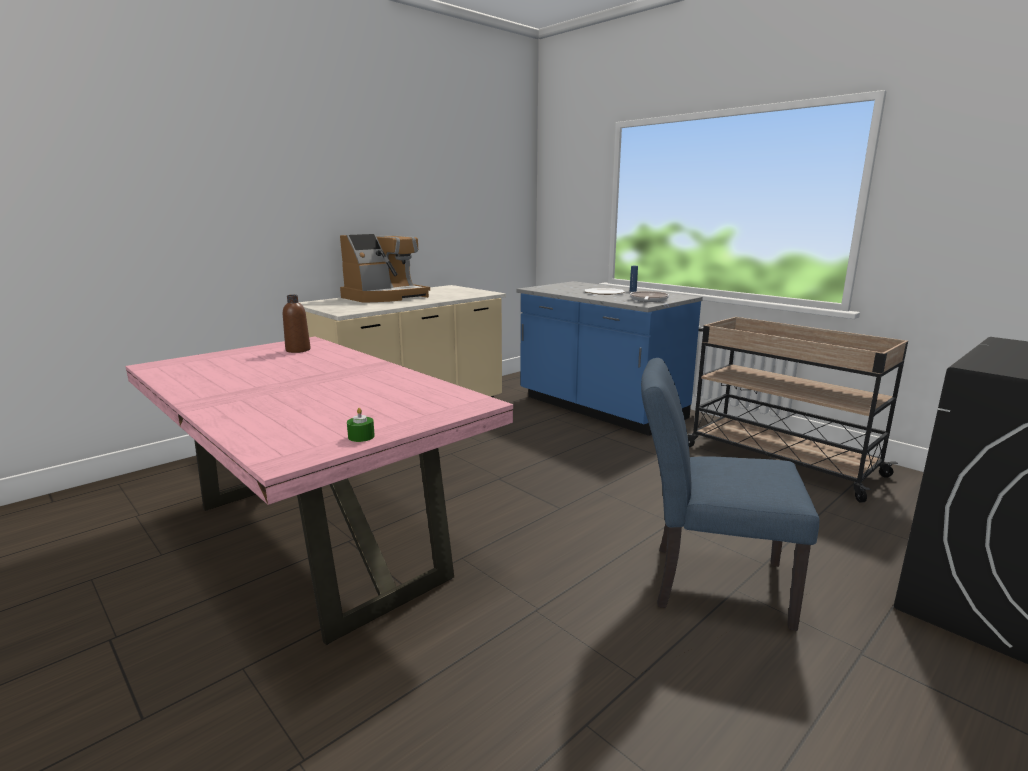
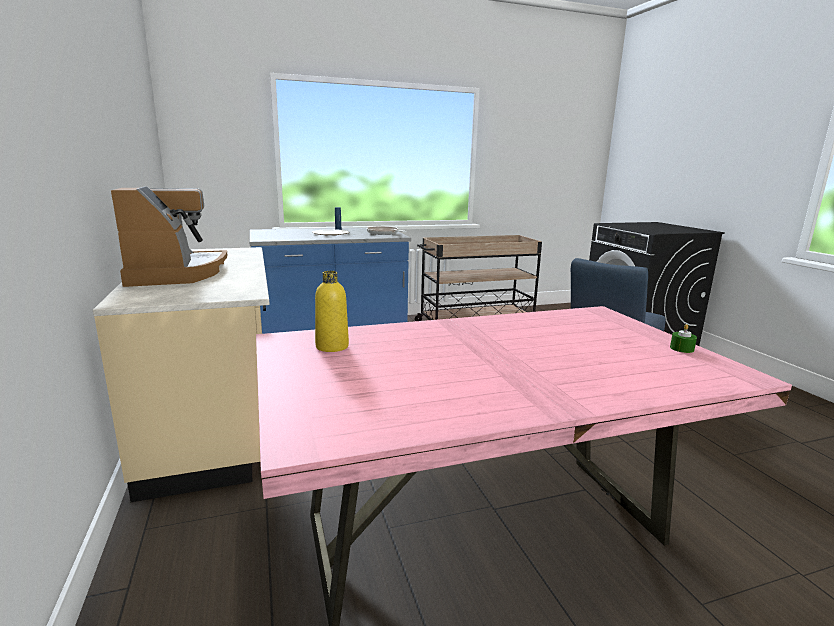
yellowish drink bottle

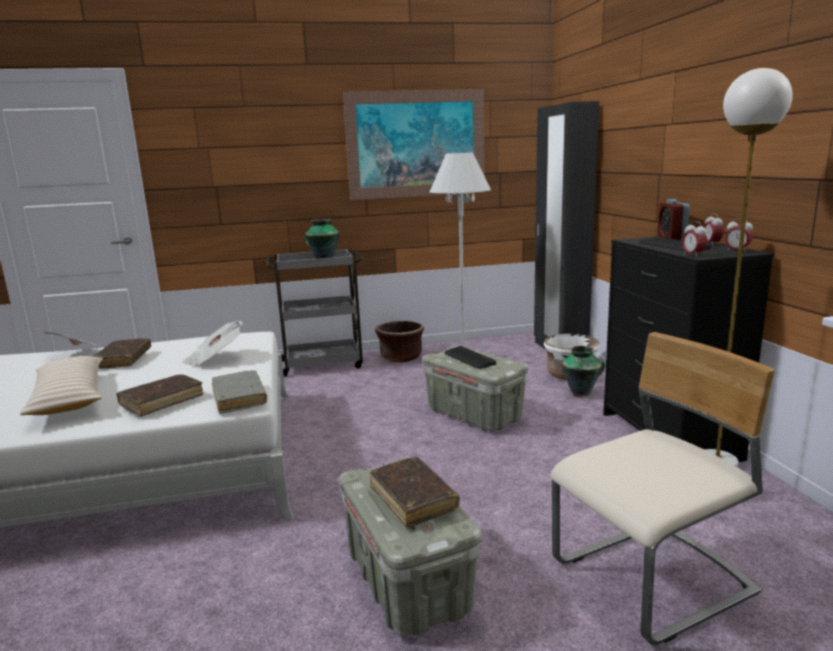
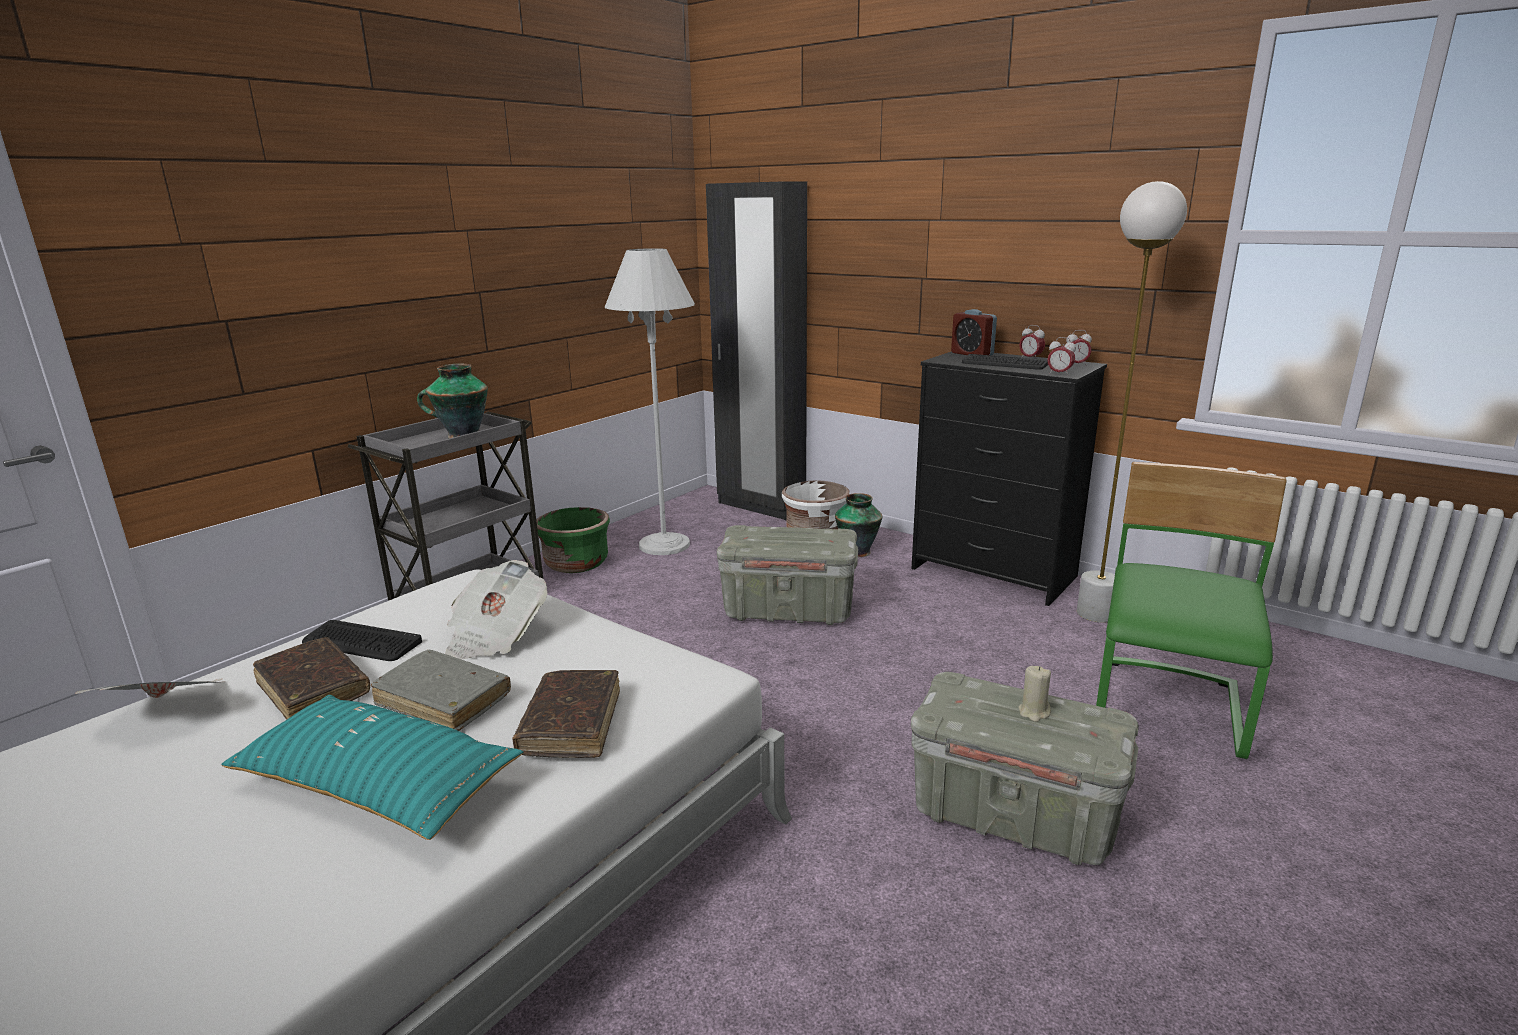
turquoise throw pillow; greyish book; wall picture; beige candle; green planter; PC keyboard (no. 1 from left); green chair

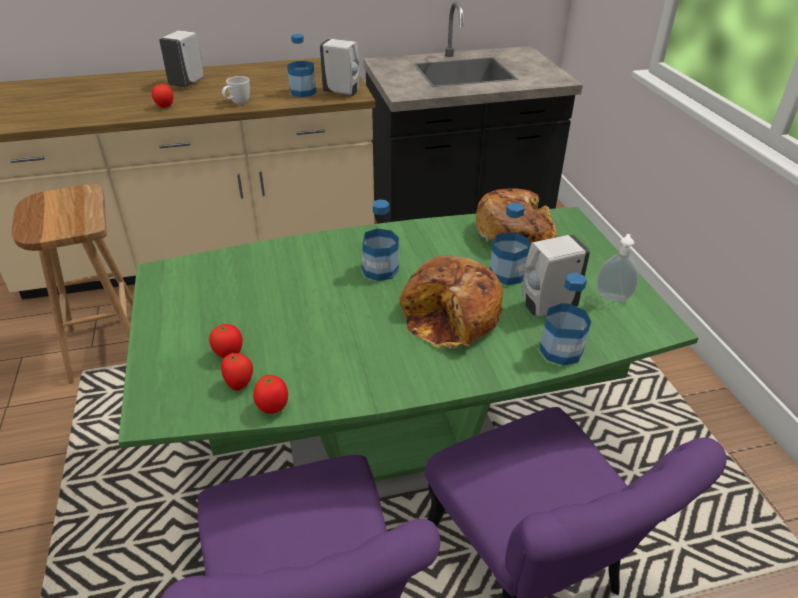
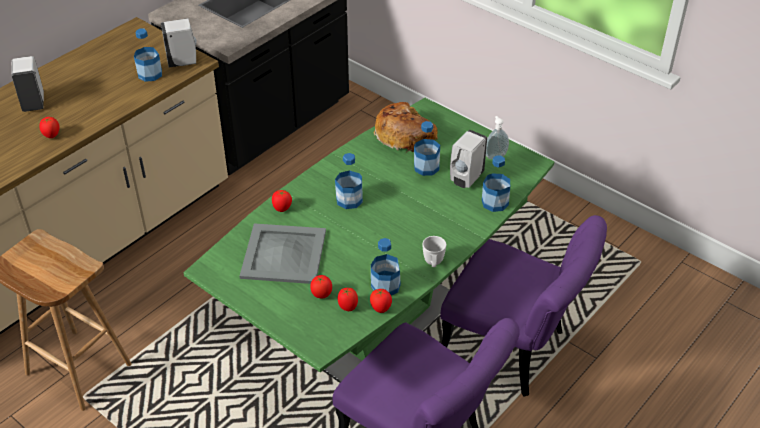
white tea mug; bakery bread (no. 1 from left in the first image); greyish serving tray; whole tomato (no. 2 from left); drink bottle (no. 3 from left)

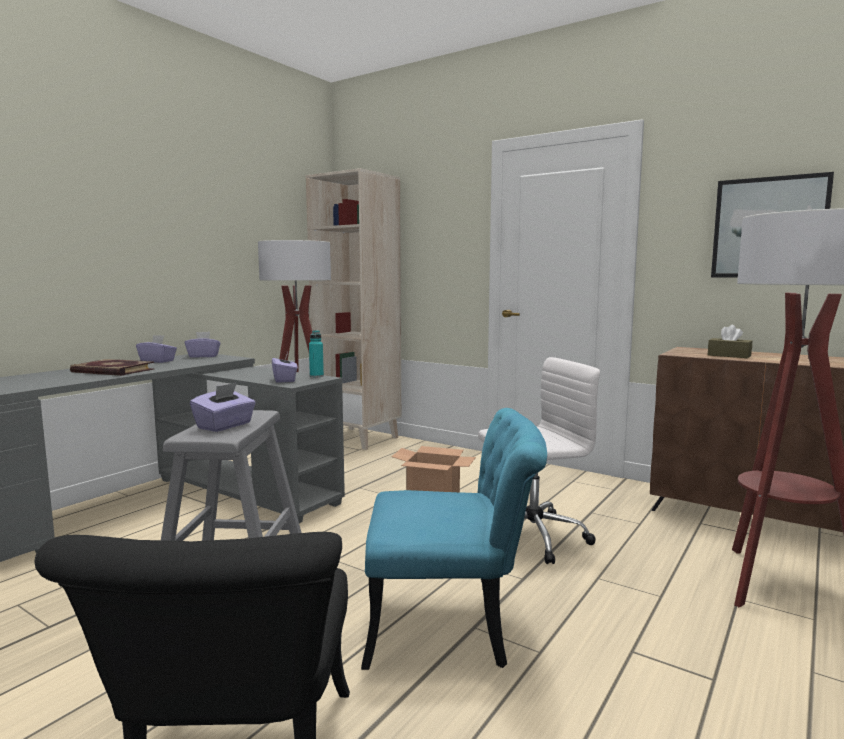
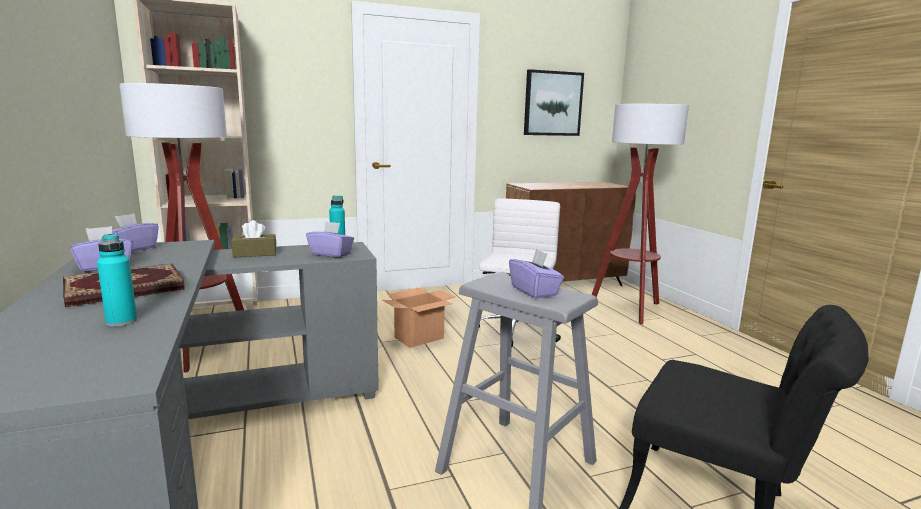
turquoise chair; brown box of tissues; turquoise drink bottle (no. 1 from left)

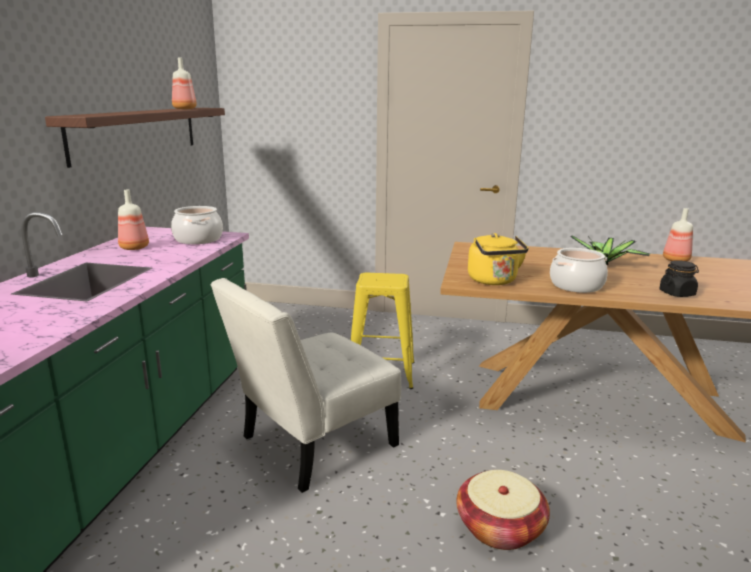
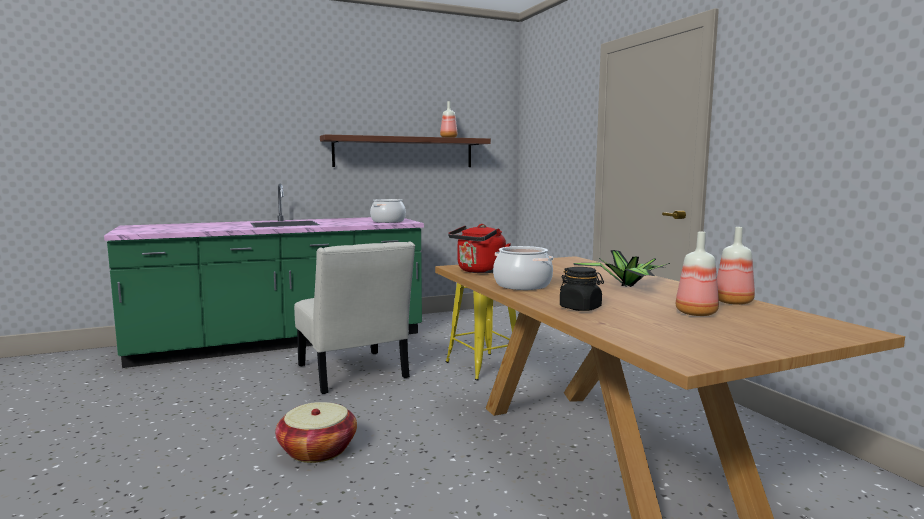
drink bottle (no. 2 from left); white chair; reddish tea kettle

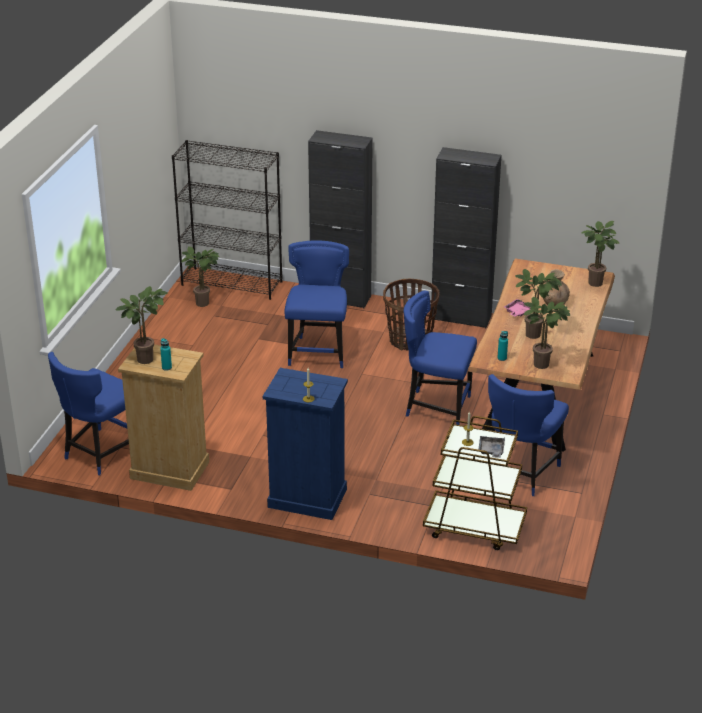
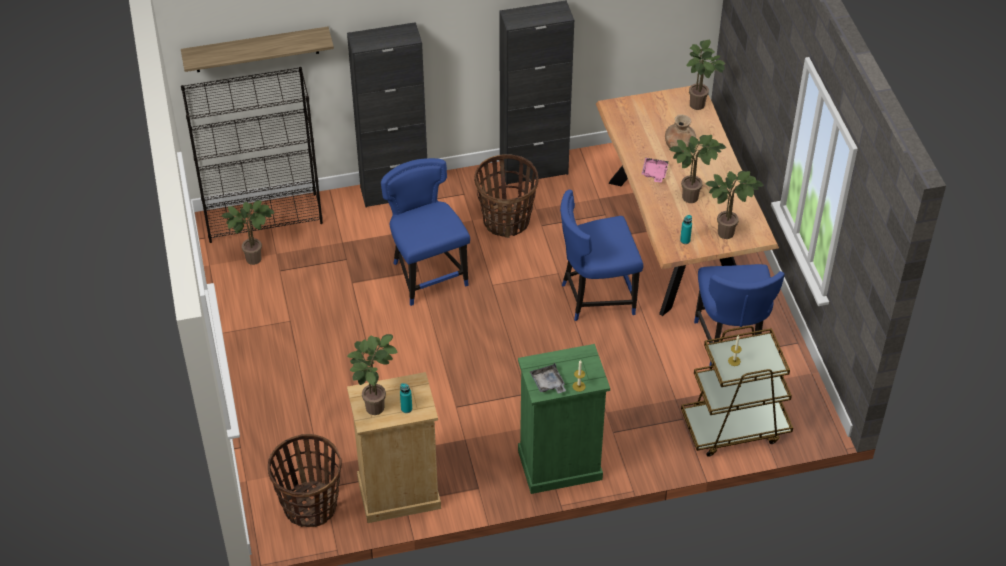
household basket (no. 1 from left); green chest of drawers; greyish serving tray; wall shelf

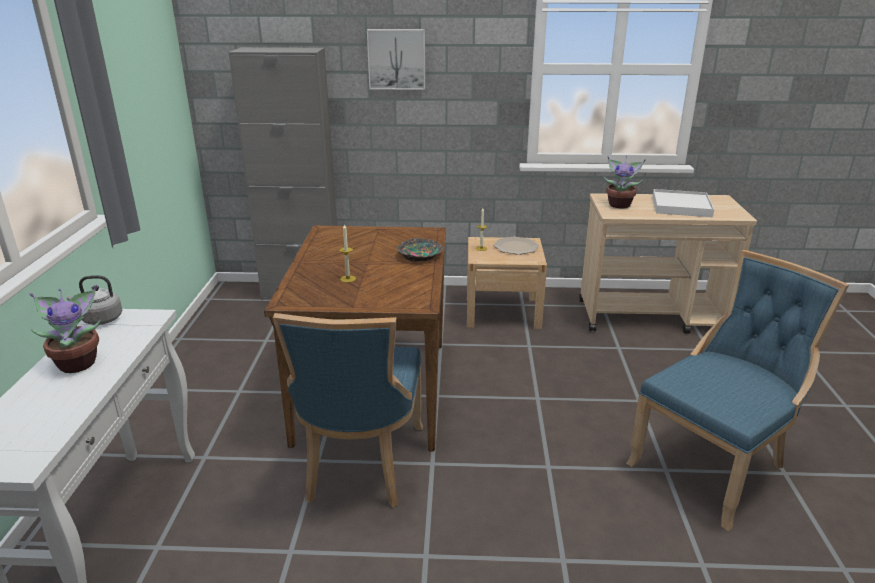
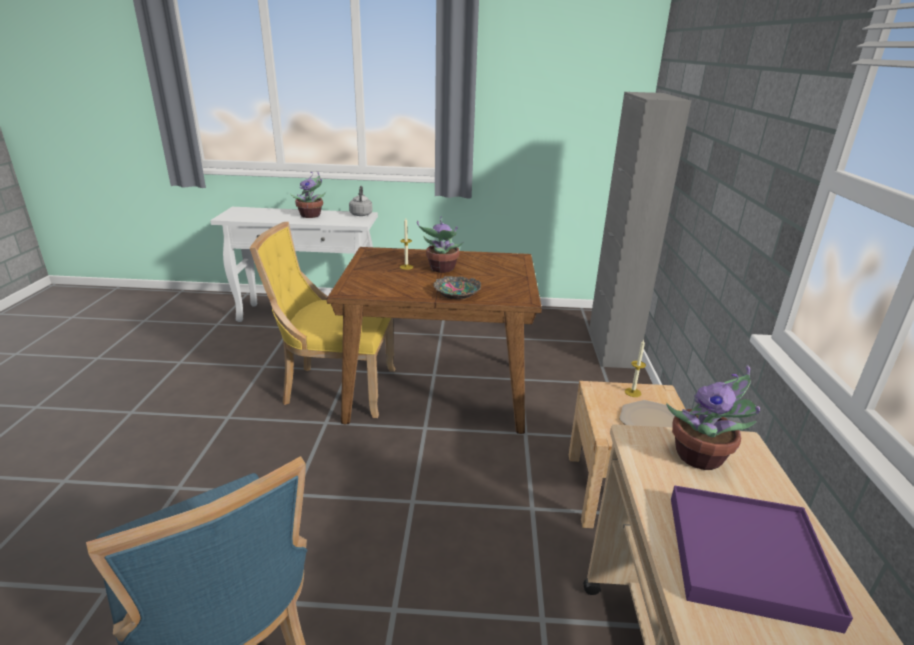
yellowish chair; wall picture; purplish serving tray; houseplant (no. 2 from left)

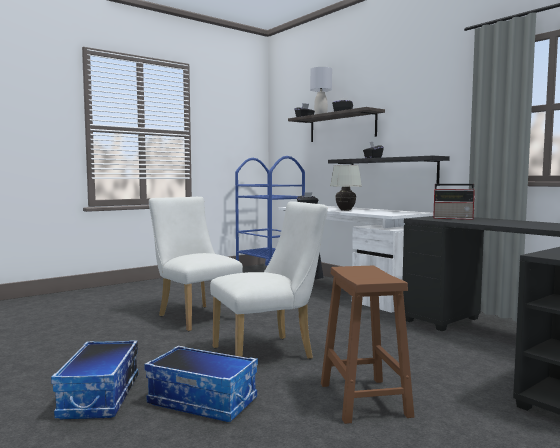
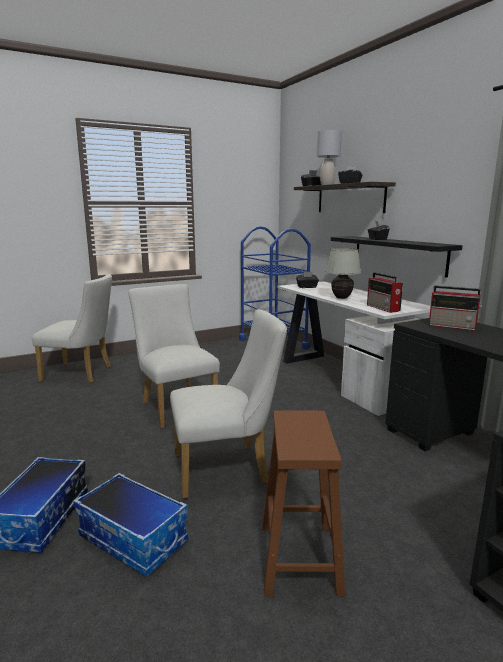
white chair (no. 1 from left); radio set (no. 1 from left)

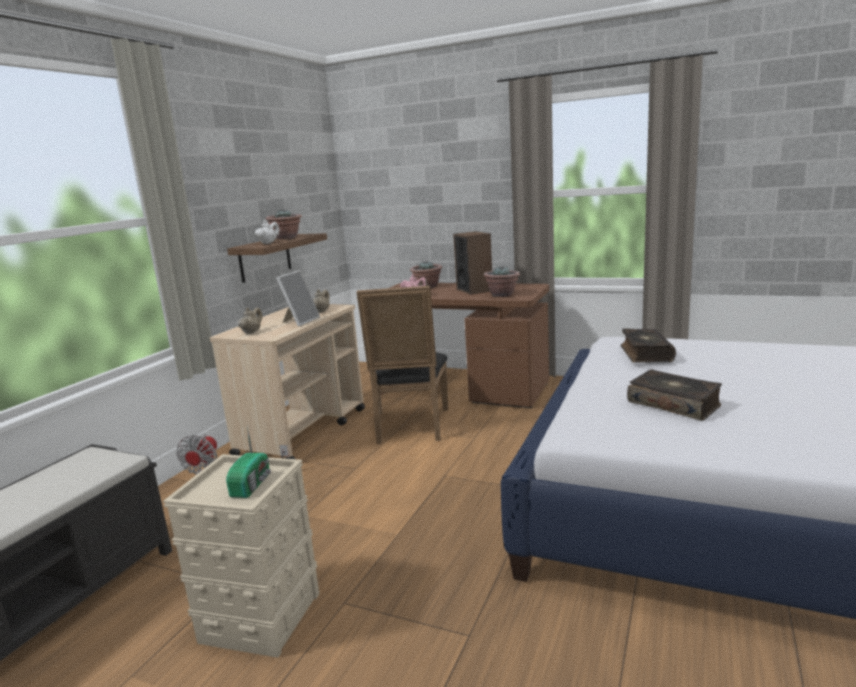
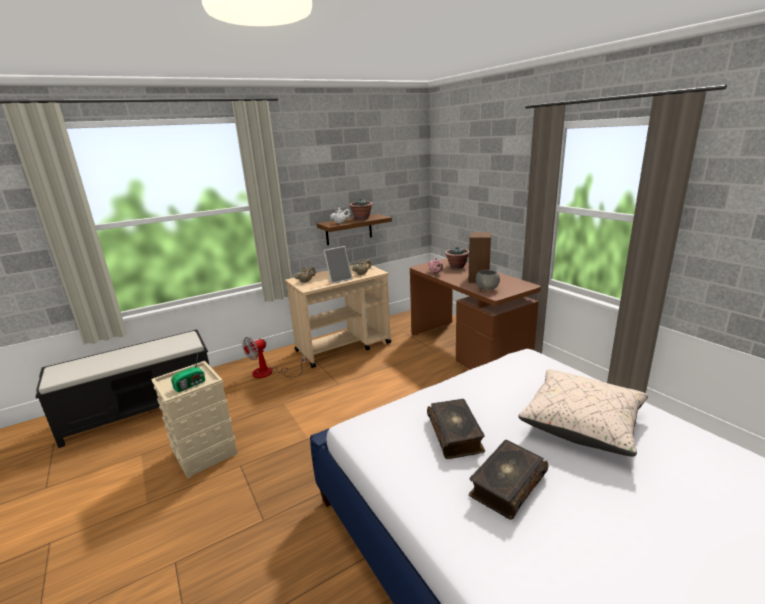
black chair; greyish deep dish; book (no. 2 from left); beige throw pillow

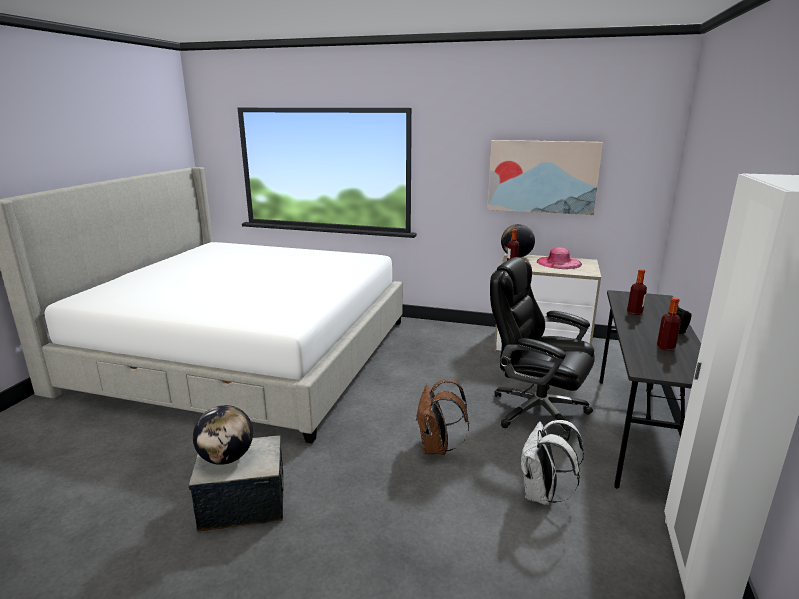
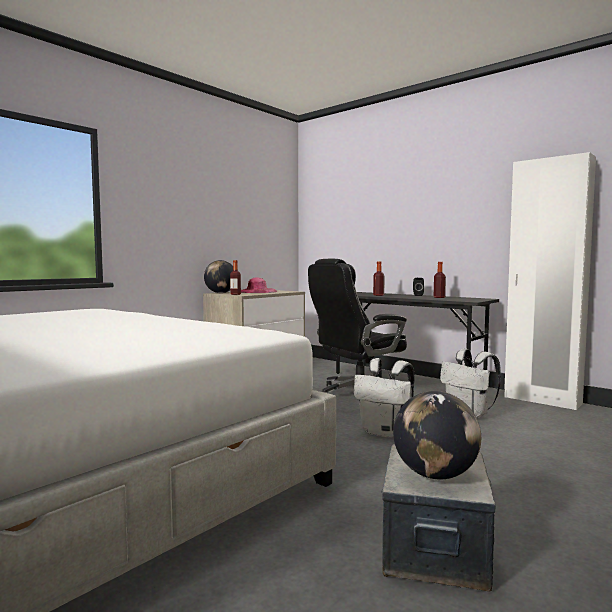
white backpack (no. 1 from left); wall picture

